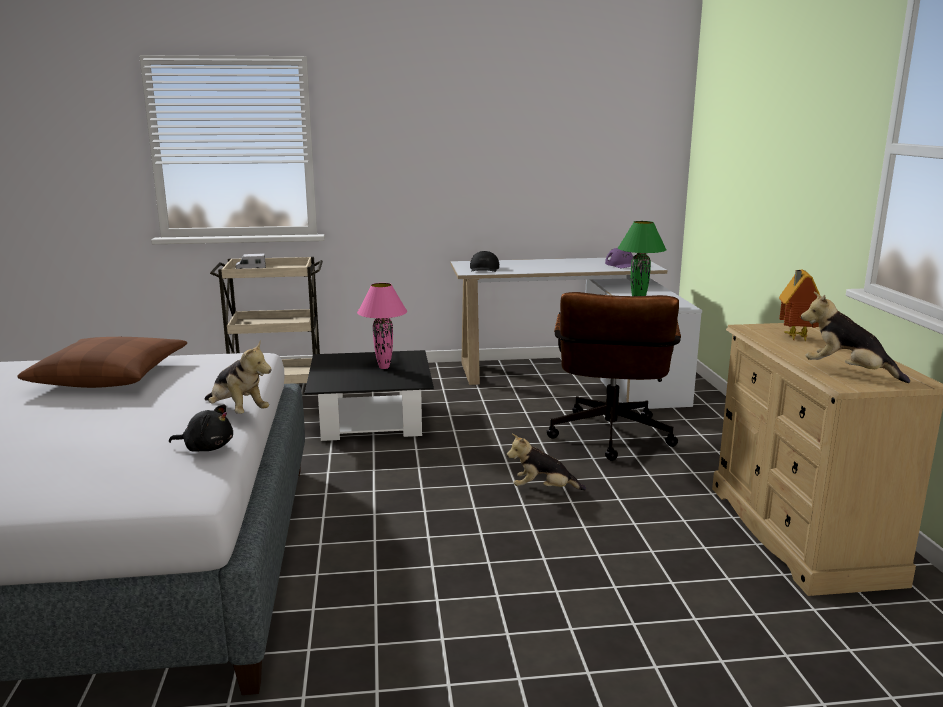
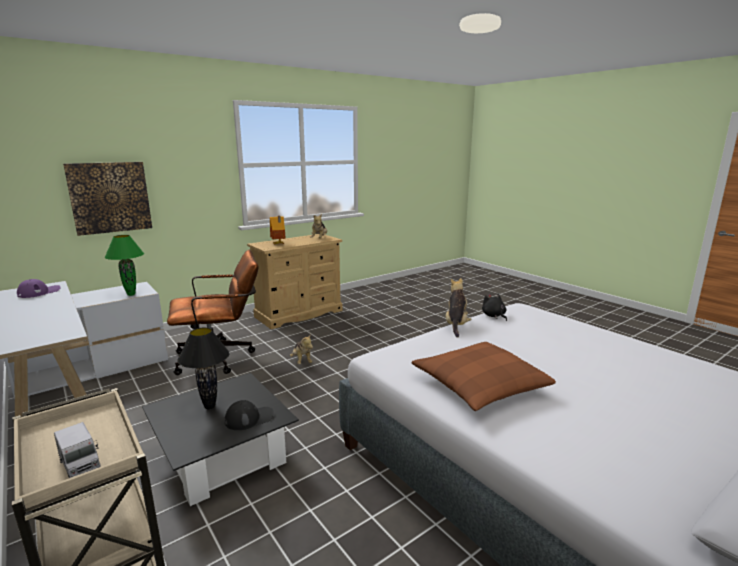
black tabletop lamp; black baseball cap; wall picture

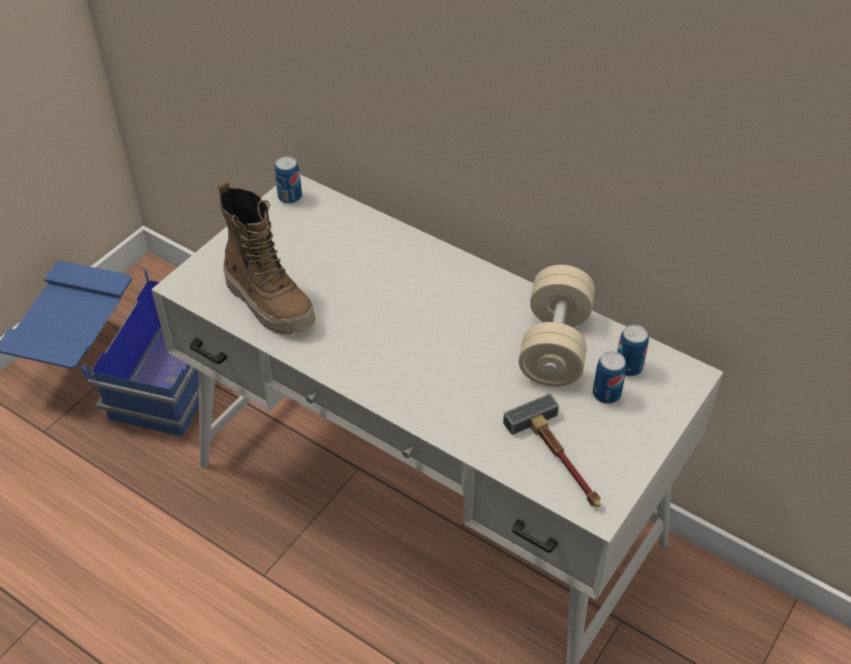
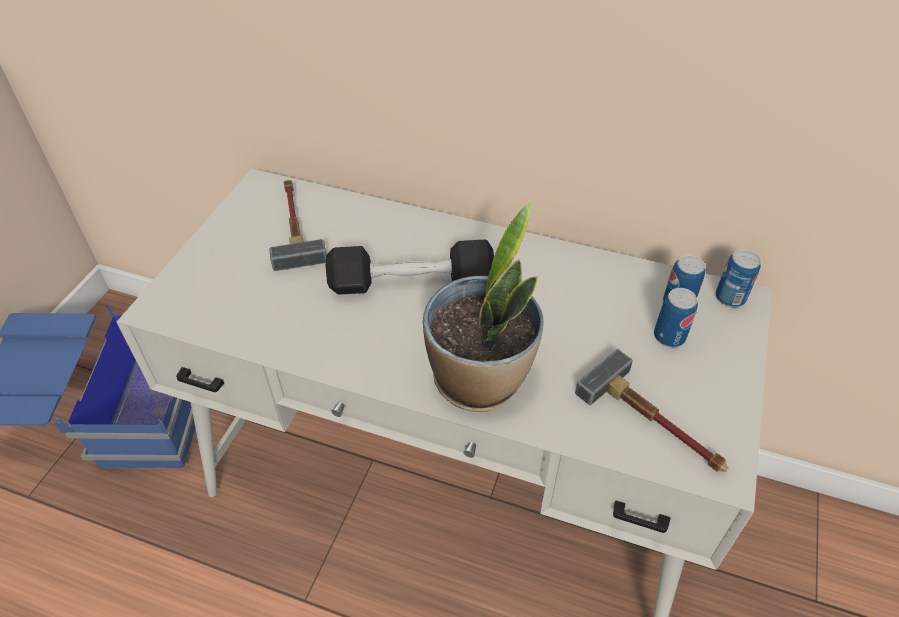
tall boot; metal can (no. 3 from left); beige dumbbell; hammer (no. 1 from left); black dumbbell; houseplant

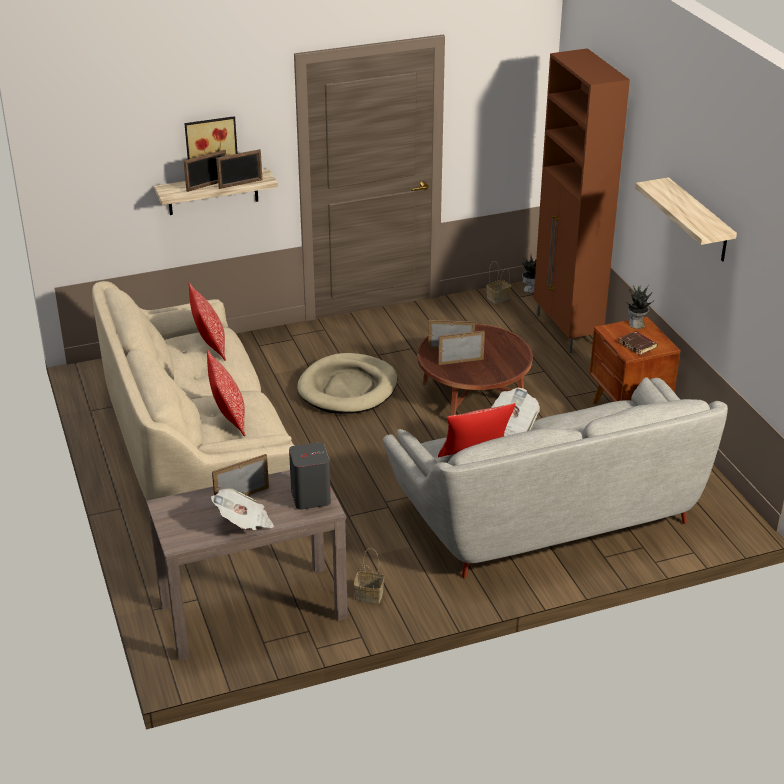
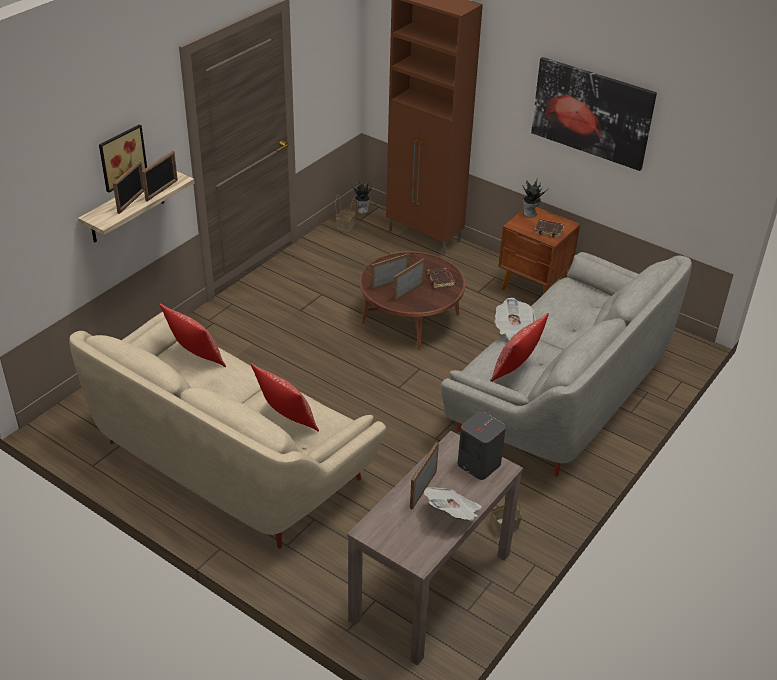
beige pet bed; wall picture (no. 2 from left); brown book (no. 1 from left)

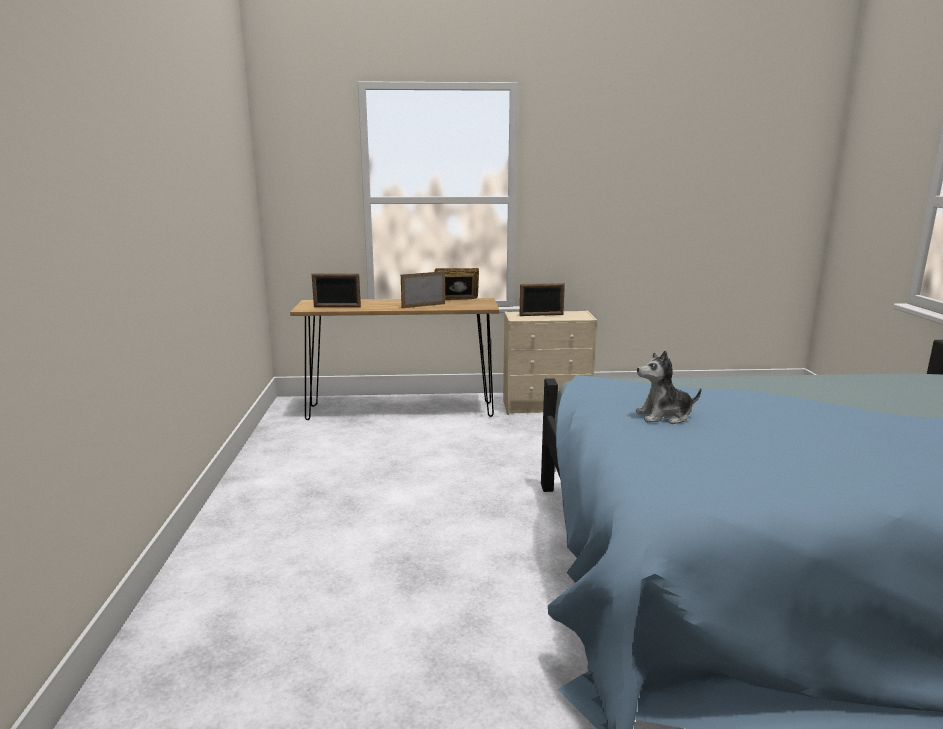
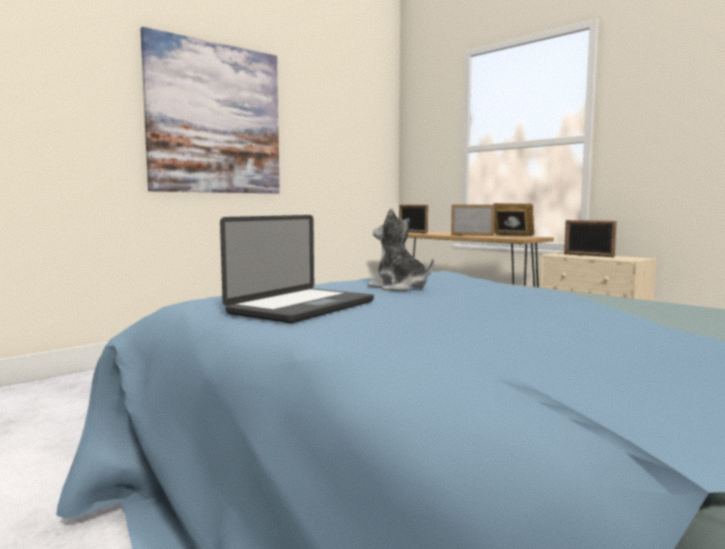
wall picture; notebook computer

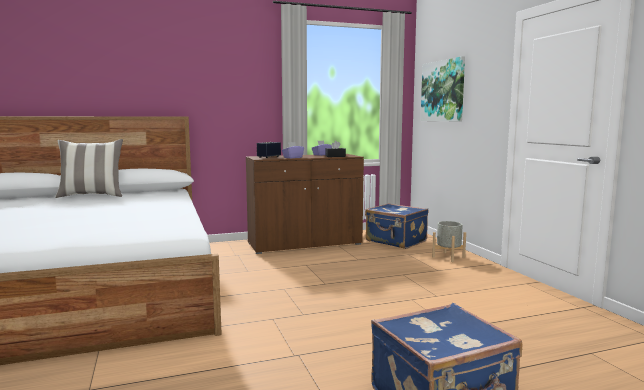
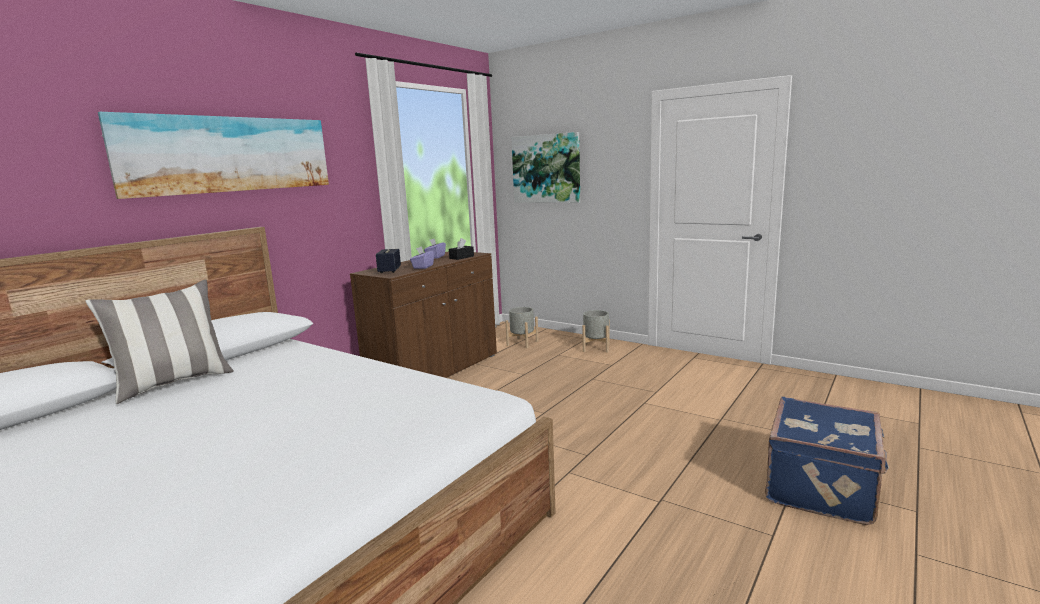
greyish planter (no. 1 from left); wall picture (no. 1 from left)

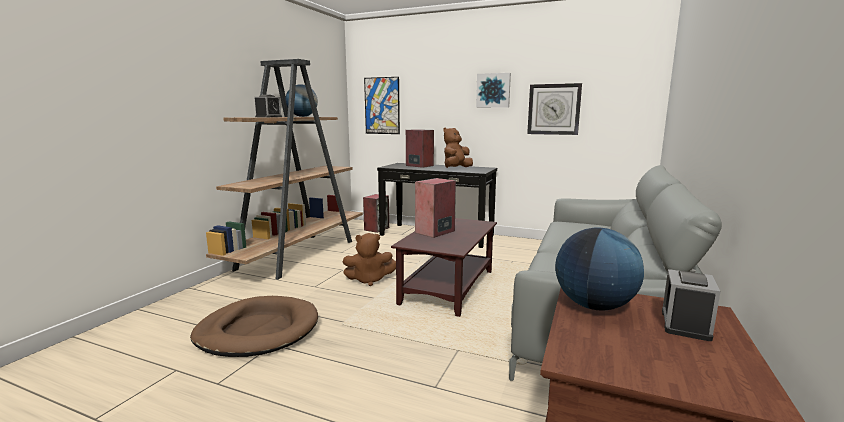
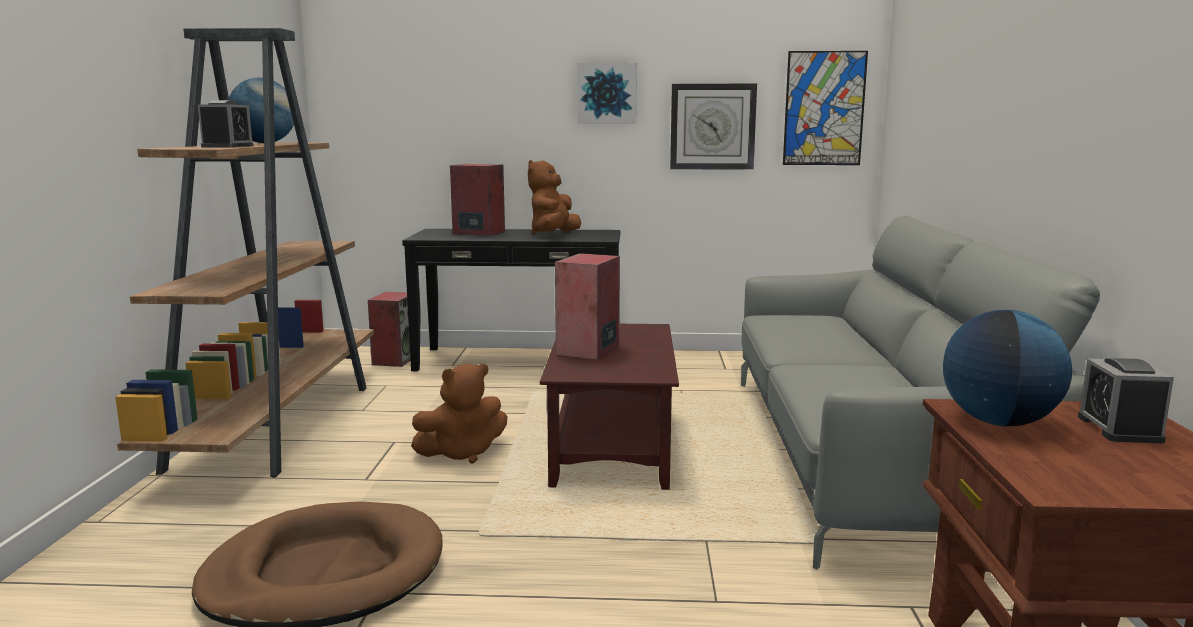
wall picture (no. 2 from left)

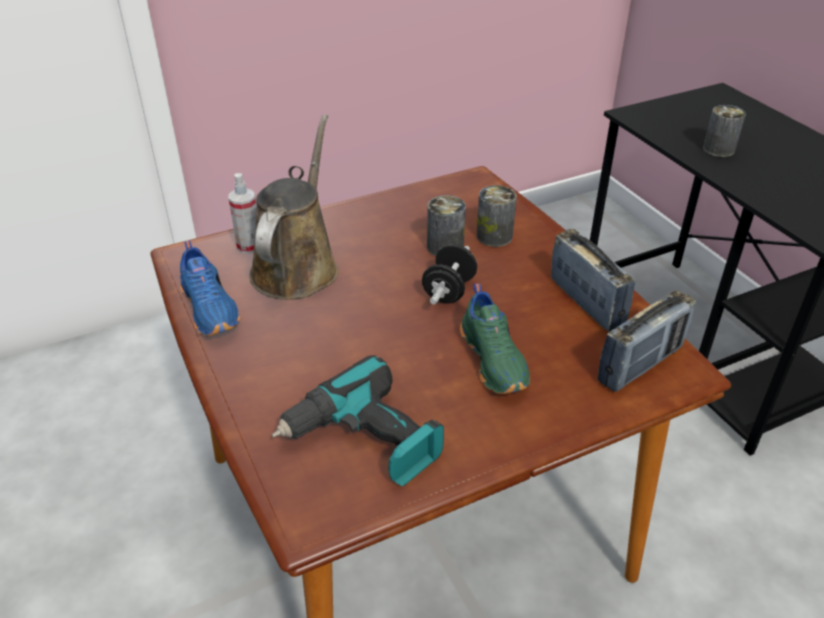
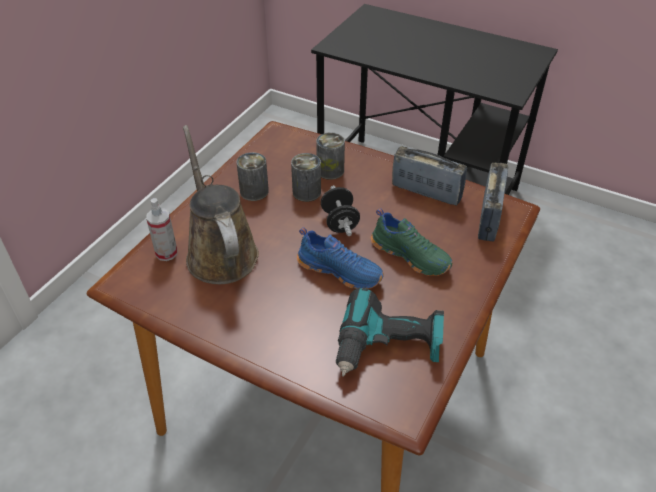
blue-coloured low shoe; metal can (no. 1 from left)

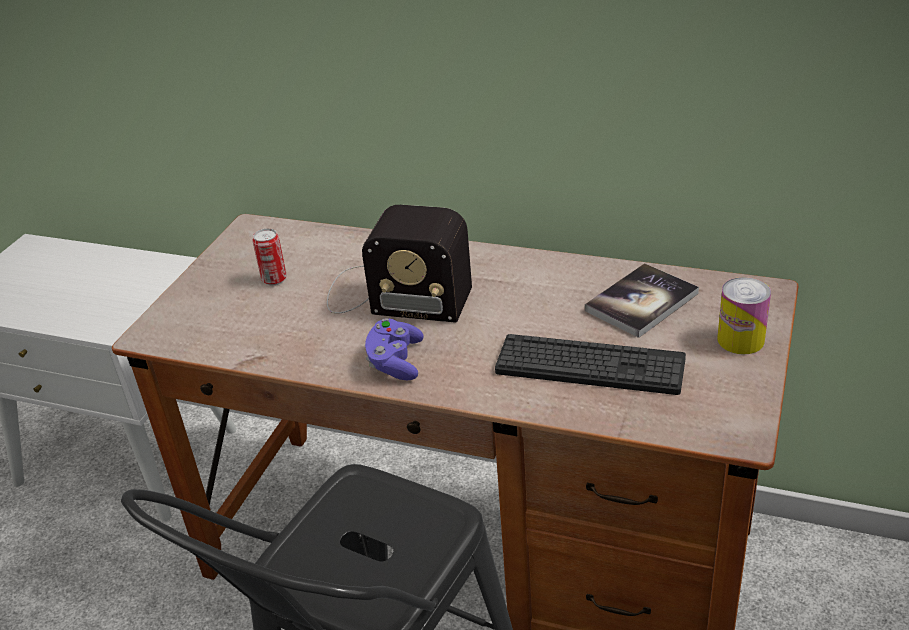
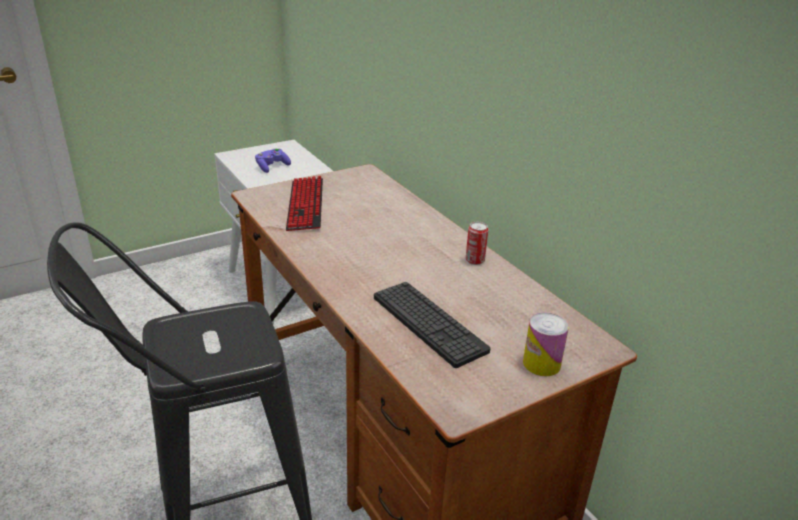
metal can (no. 1 from left); radio set; purplish gamepad; book; PC keyboard (no. 1 from left)

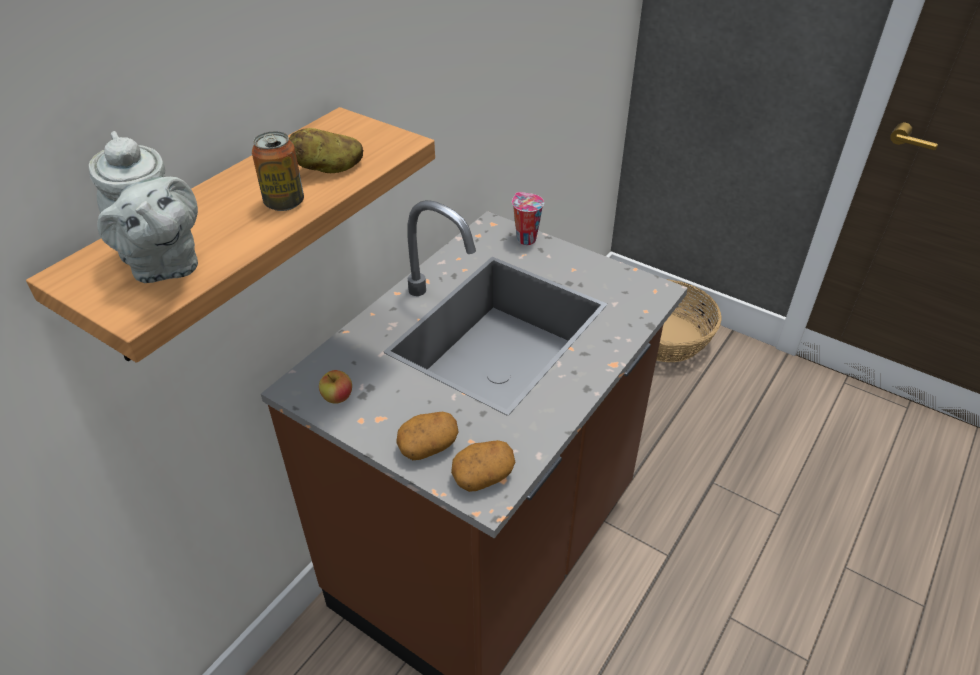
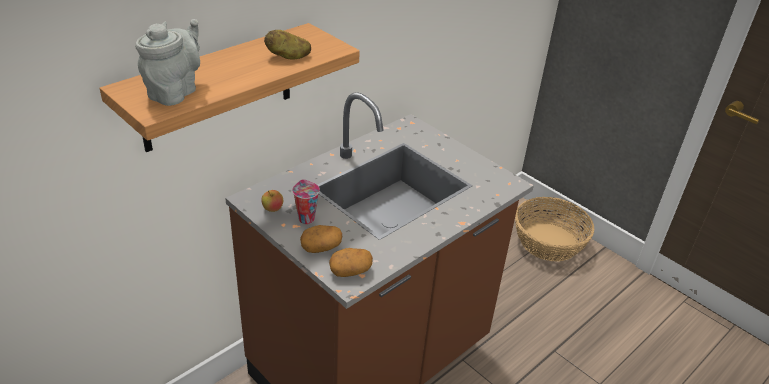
greyish tea pot; metal can; small cup

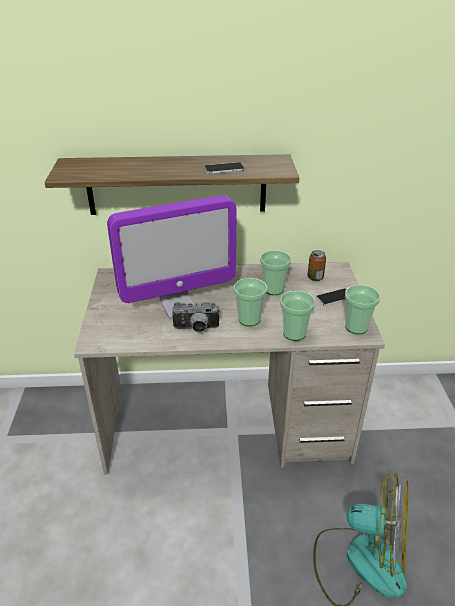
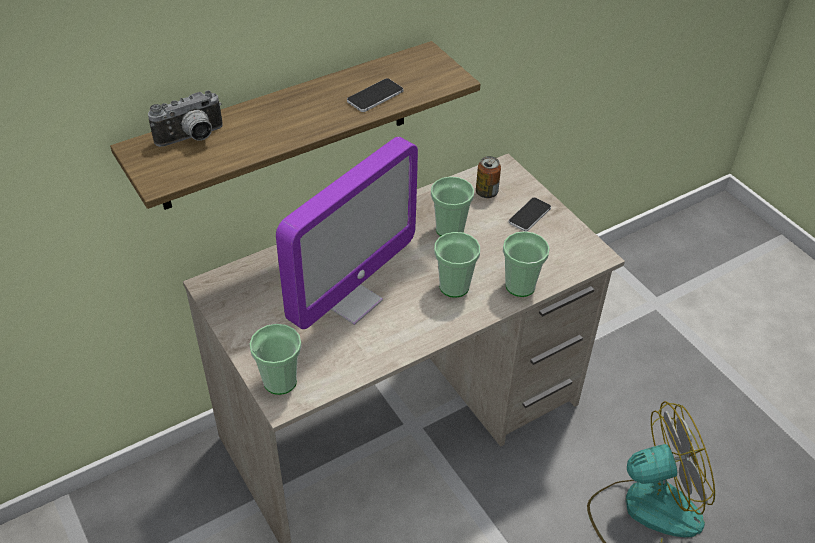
photo camera; small cup (no. 1 from left)

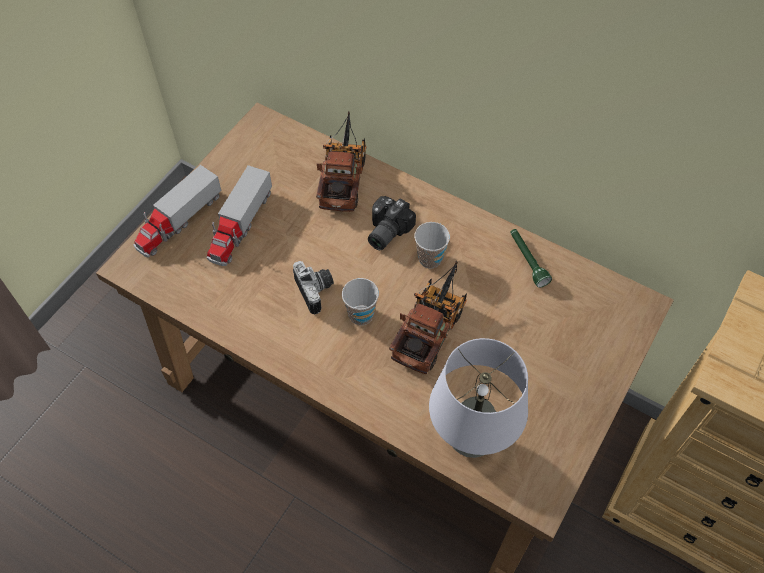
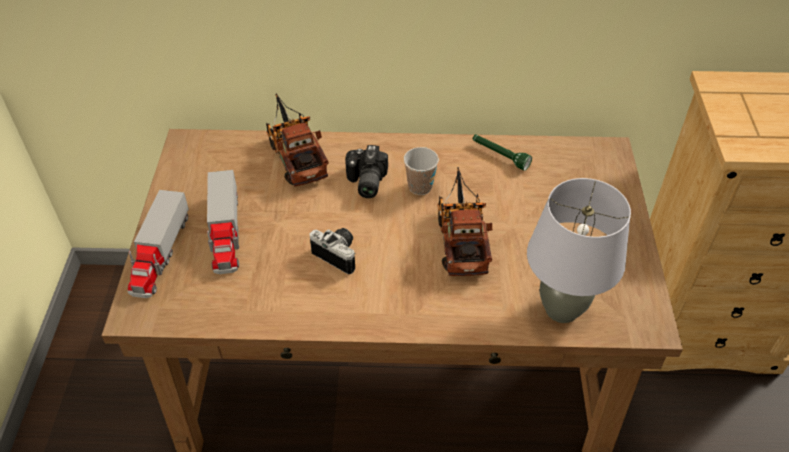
small cup (no. 1 from left in the first image)

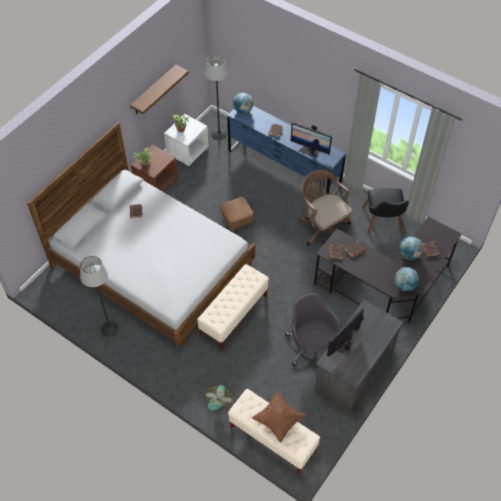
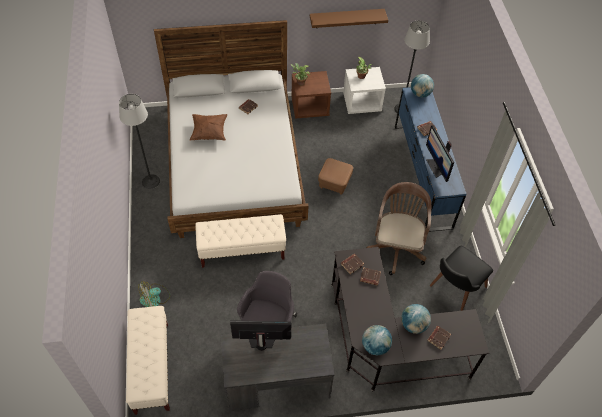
brown throw pillow

